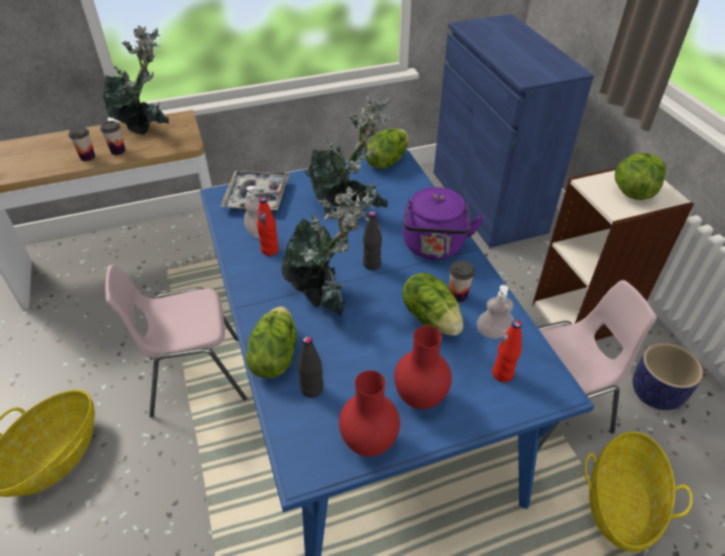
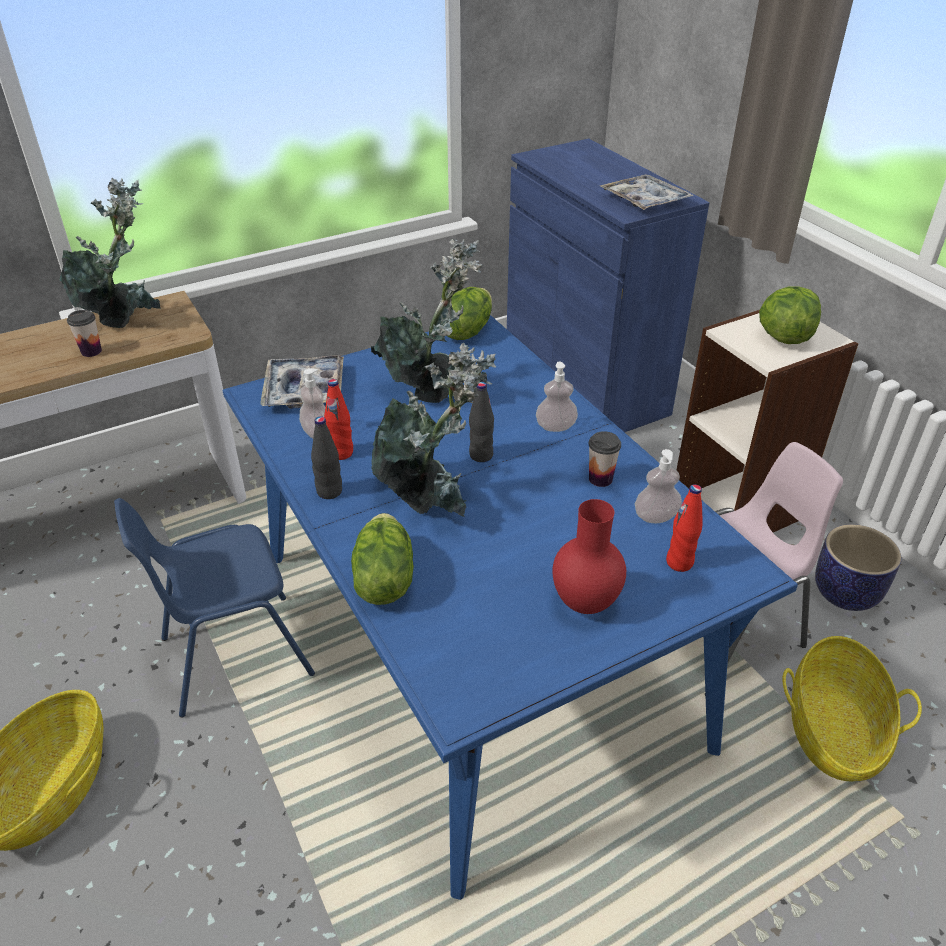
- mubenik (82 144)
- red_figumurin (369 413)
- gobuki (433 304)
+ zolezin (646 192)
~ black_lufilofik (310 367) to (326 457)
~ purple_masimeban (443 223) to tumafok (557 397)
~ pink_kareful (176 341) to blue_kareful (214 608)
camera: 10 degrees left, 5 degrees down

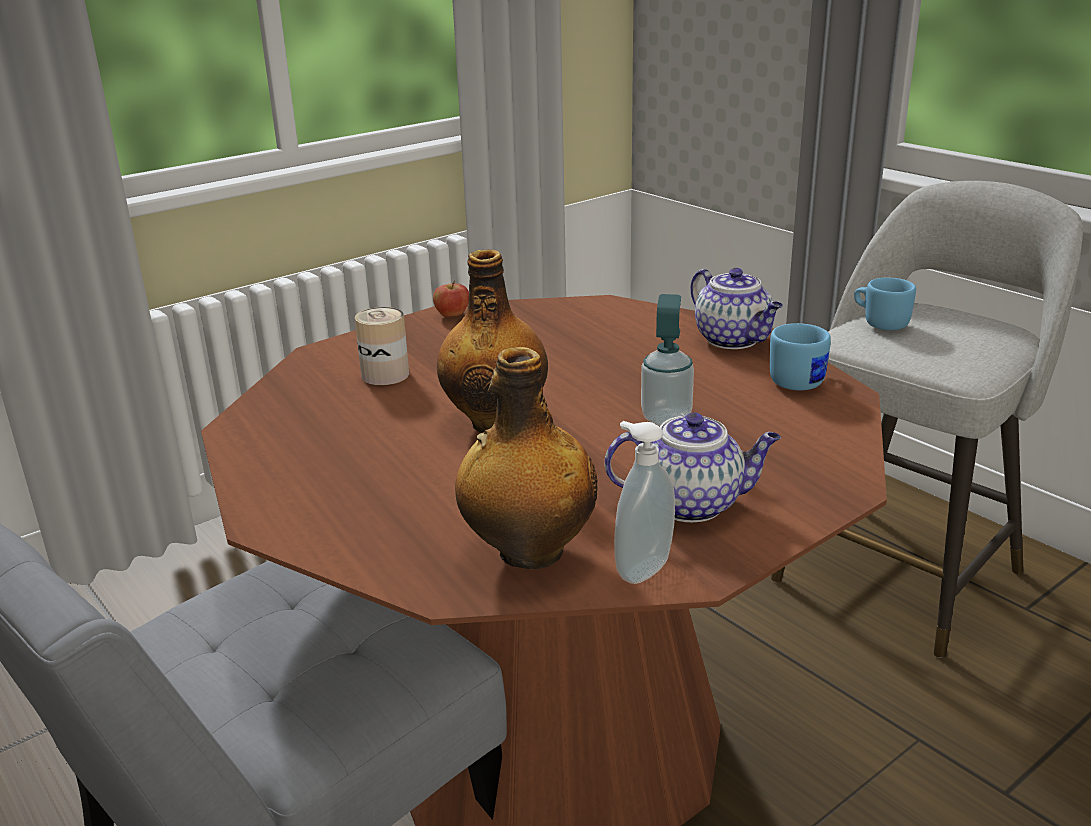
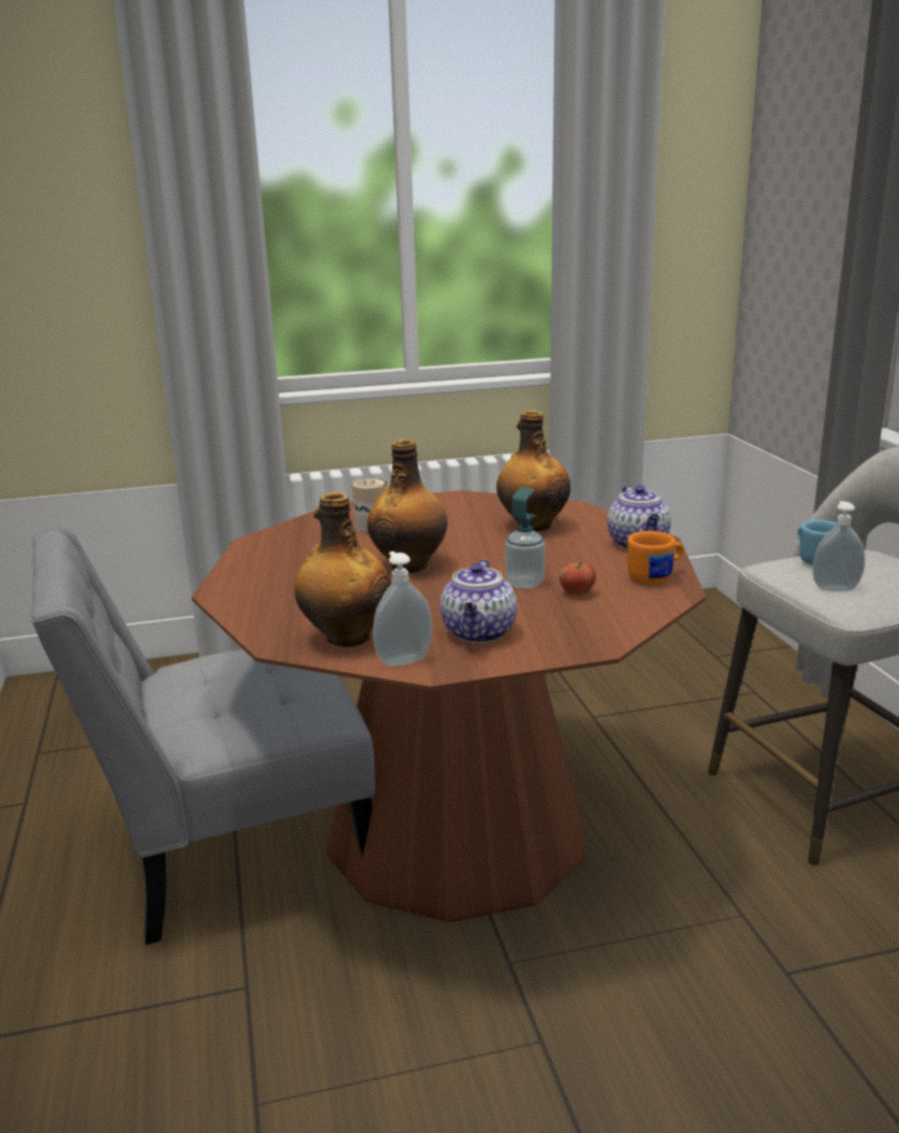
+ lufilofik (534 471)
+ tumafok (838 546)
~ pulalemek (451 298) to (577 577)
~ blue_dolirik (800 356) to orange_dolirik (655 557)
~ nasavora (692 467) = (478 601) 75 degrees clockwise
camera: 25 degrees right, 5 degrees down

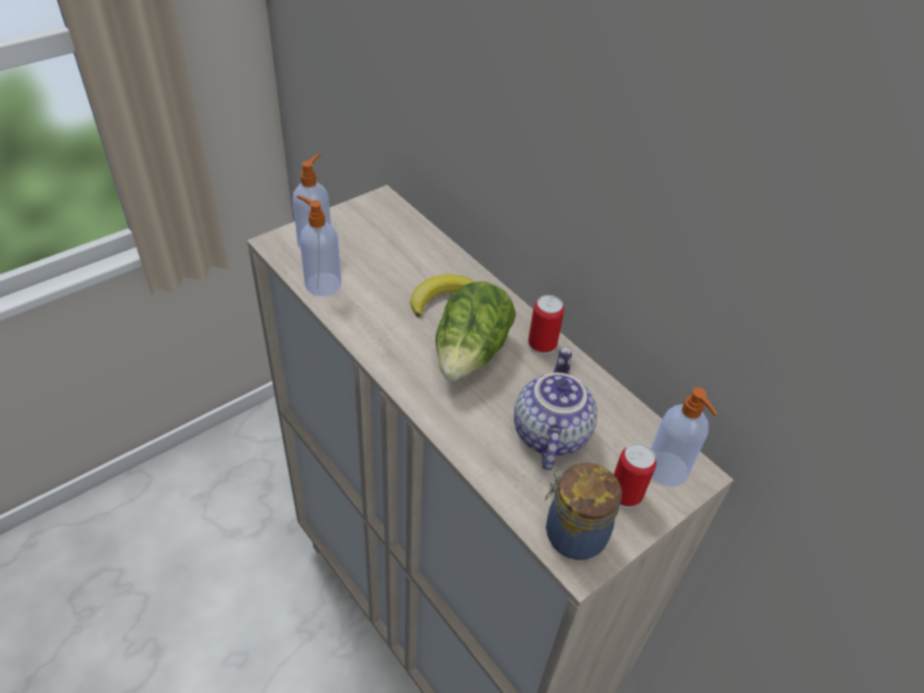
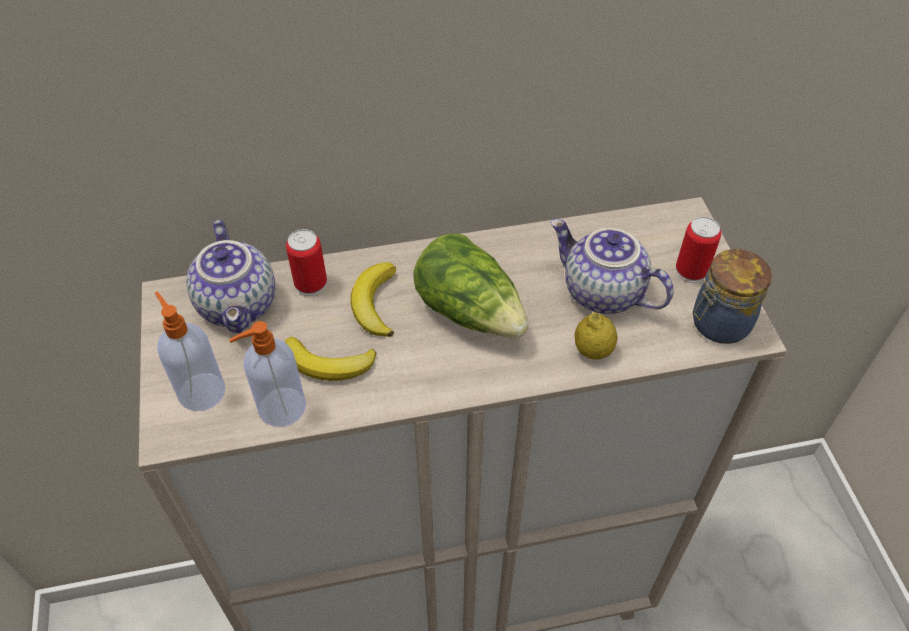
- tumafok (684 437)
+ nasavora (230 276)
+ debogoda (331 358)
+ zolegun (596 335)
~ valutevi (546 325) to (306 262)
camera: 60 degrees left, 5 degrees up

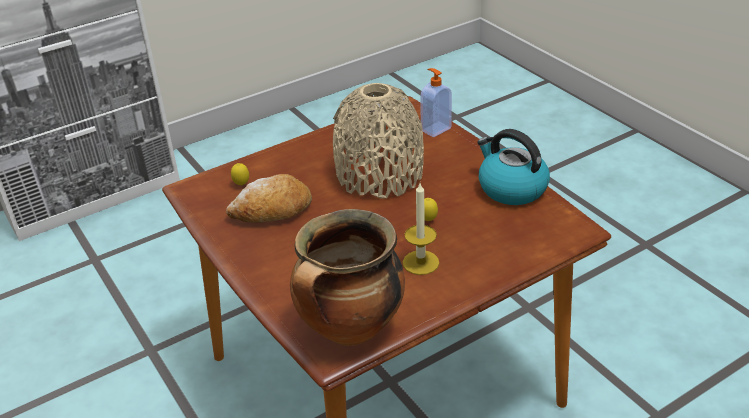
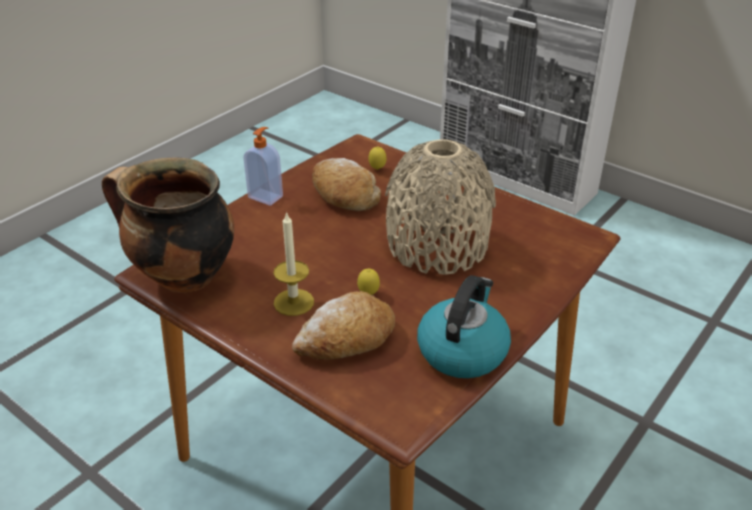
+ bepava (343 325)
~ tumafok (436 102) to (263 166)
camera: 70 degrees right, 0 degrees up

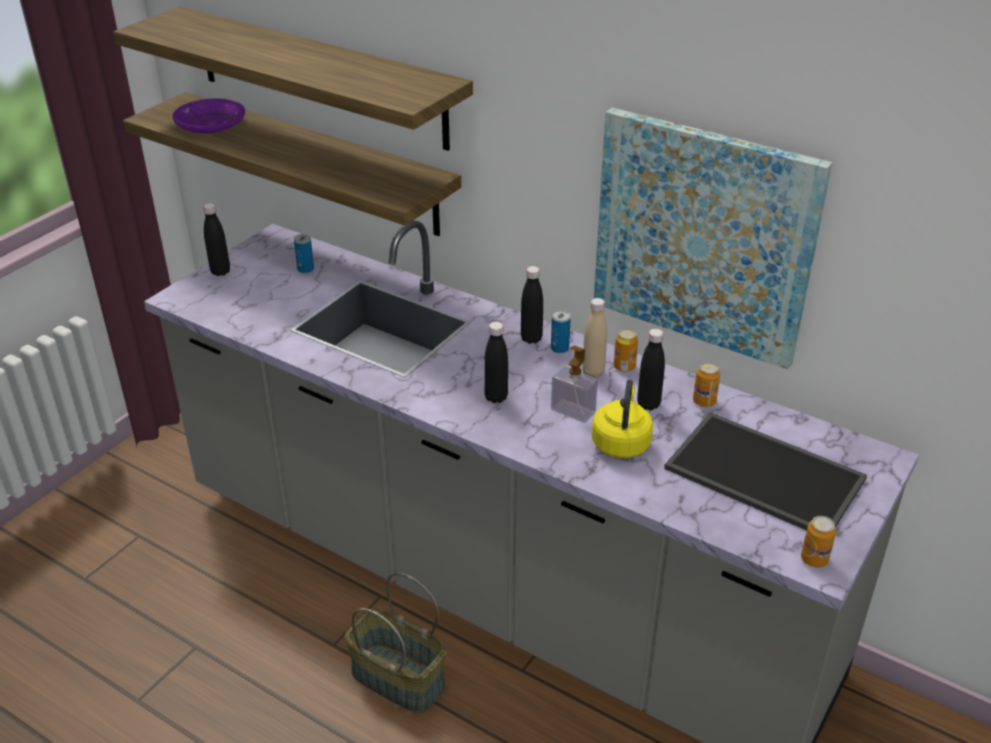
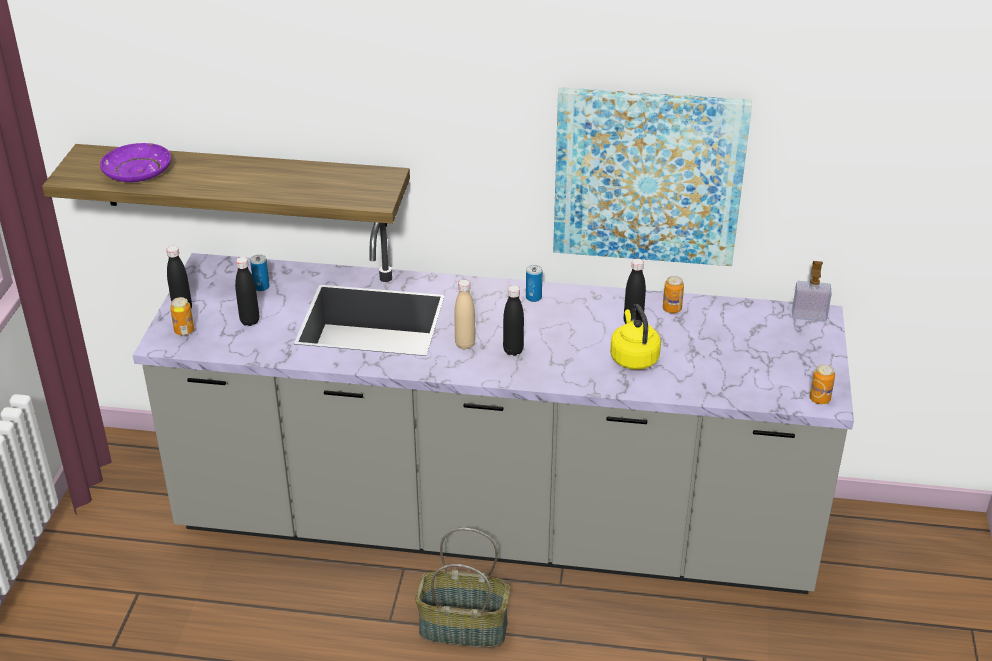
- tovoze (293 78)
- zolezin (765 471)
~ black_lufilofik (532 305) to (247 291)
~ tumafok (574 384) to (812 291)
~ beige_lufilofik (594 338) to (464 315)
~ valutevi (626 350) to (182 316)
camera: 25 degrees left, 0 degrees up

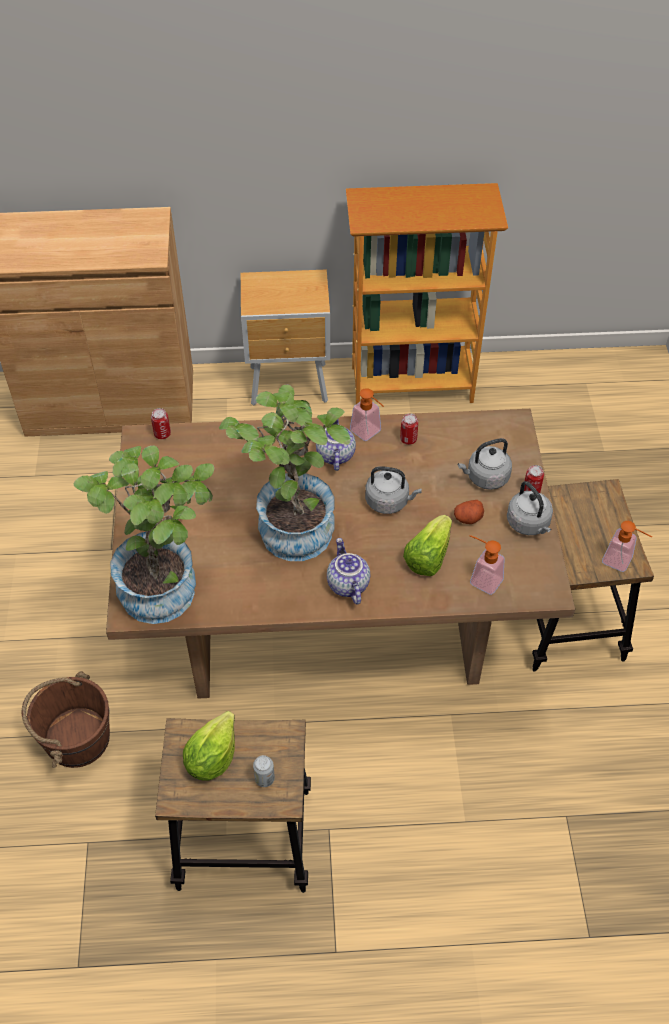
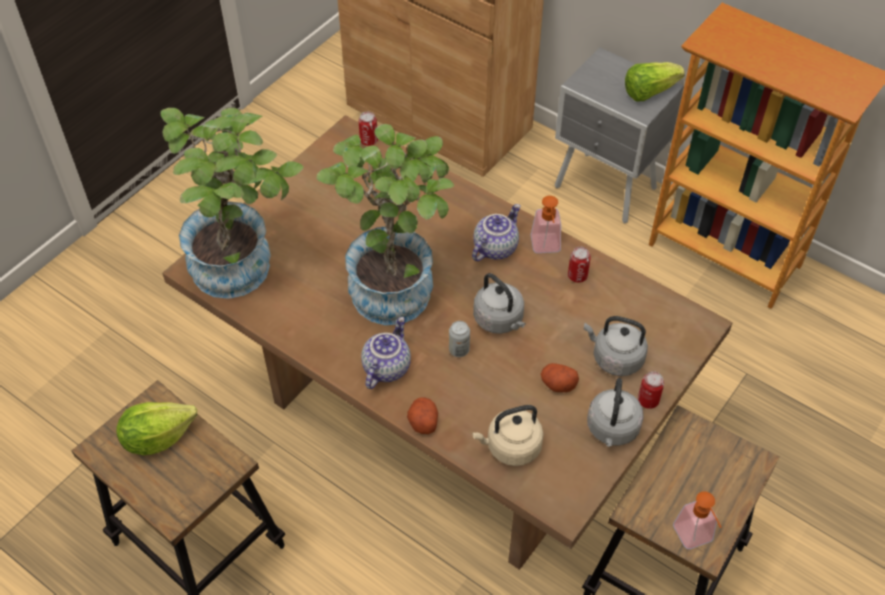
- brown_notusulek (66 719)
+ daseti (422 416)
~ valutevi (264 771) to (459 339)
~ gobuki (427 545) to (655 82)
~ tumafok (487 565) to beige_masimeban (508 435)
~ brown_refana (285 337) to grey_refana (619 136)
camera: 40 degrees right, 0 degrees up

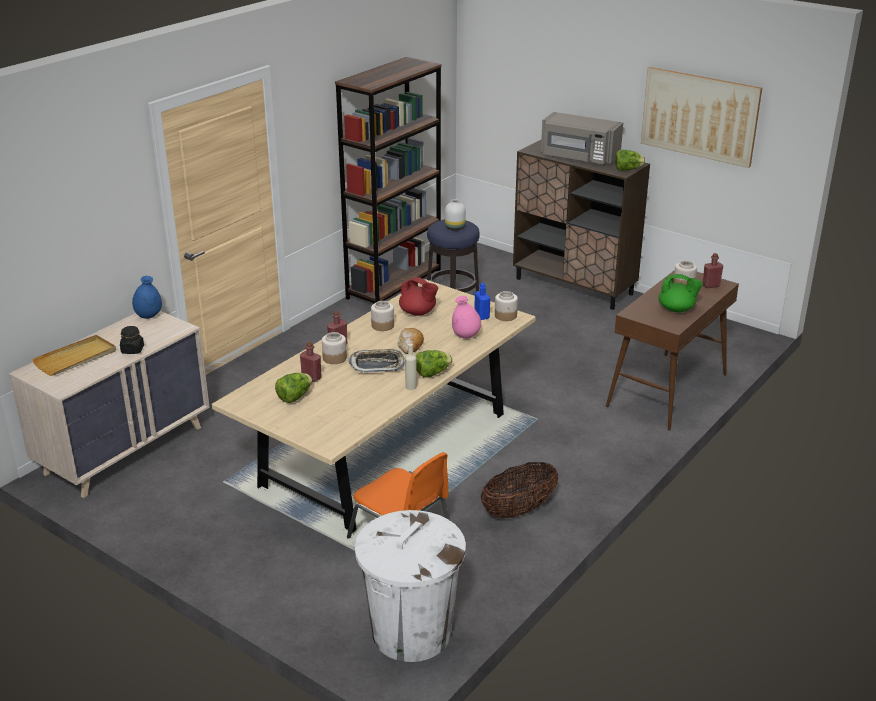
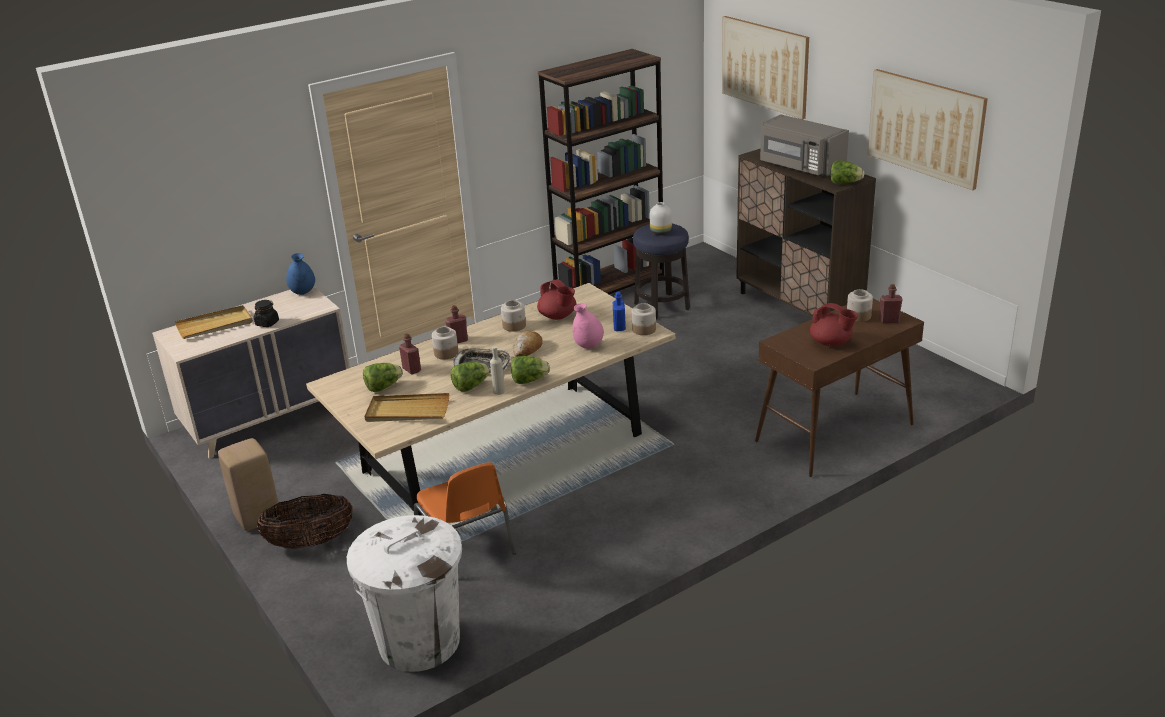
+ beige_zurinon (248 484)
+ beige_zolezin (406 407)
+ gobuki (470 377)
+ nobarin (765 68)
~ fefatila (519 490) to (305 521)
~ green_nasavora (681 293) to red_nasavora (834 325)
camera: 20 degrees right, 0 degrees up

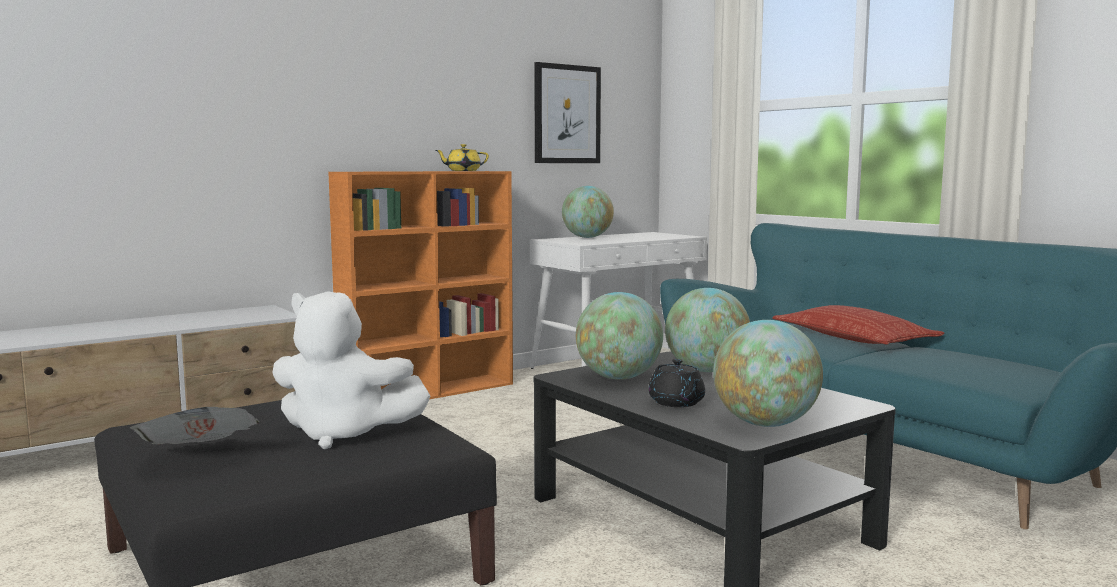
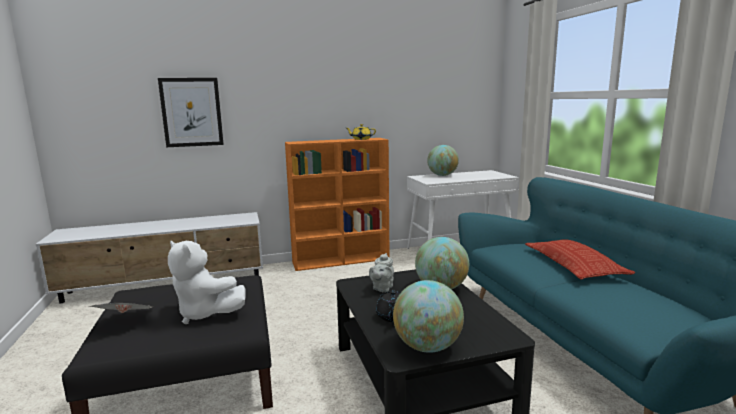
~ nobarin (567 112) to (191 112)
~ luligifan (619 336) to grey_nasavora (381 272)
camera: 20 degrees right, 5 degrees up

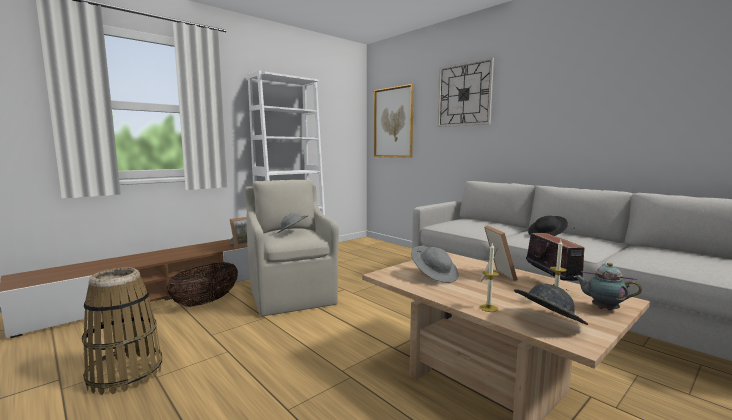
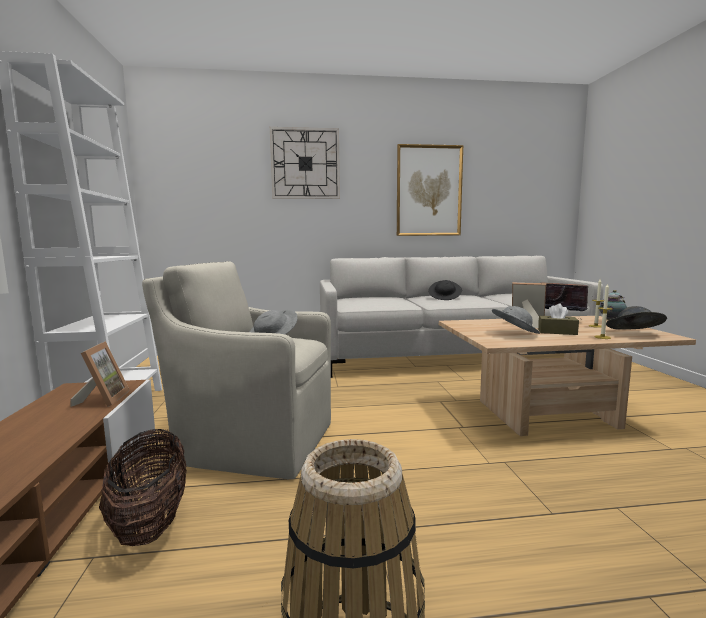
+ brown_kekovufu (558 319)
~ nobarin (394 121) to (430 190)
camera: 55 degrees left, 0 degrees up

